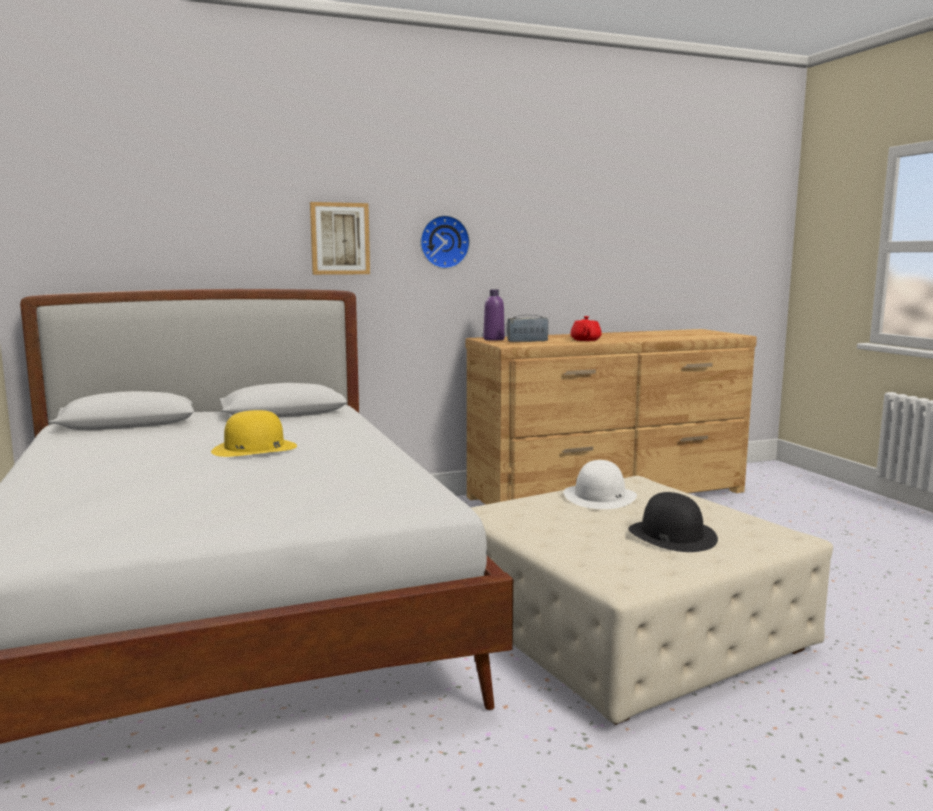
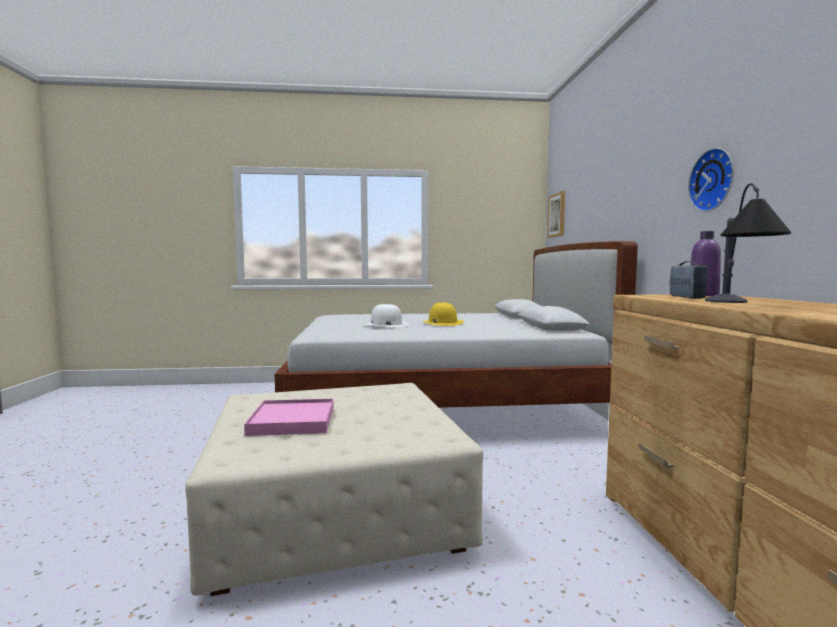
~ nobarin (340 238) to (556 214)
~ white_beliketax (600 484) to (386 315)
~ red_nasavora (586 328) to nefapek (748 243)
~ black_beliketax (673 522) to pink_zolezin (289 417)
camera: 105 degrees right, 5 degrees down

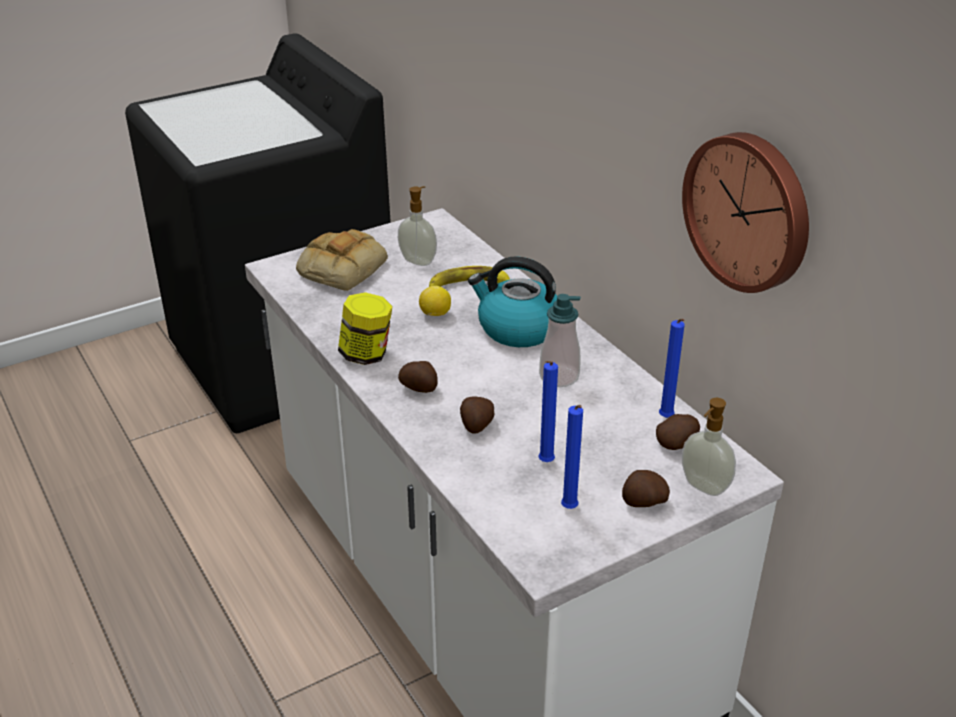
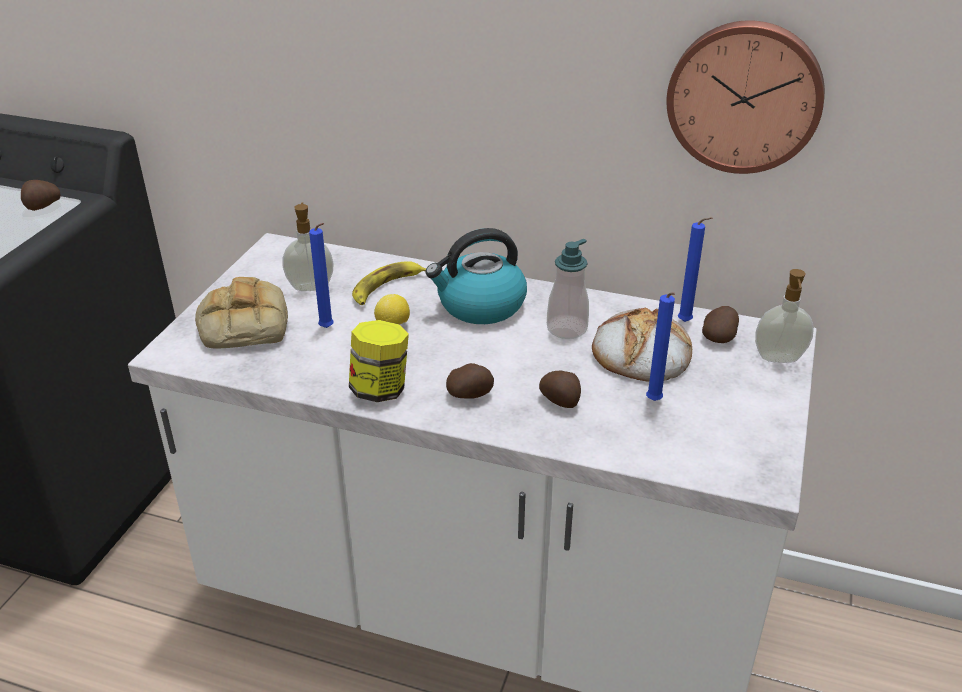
+ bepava (642 344)
~ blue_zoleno (572 457) to (321 275)
~ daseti (646 488) to (41 195)
camera: 40 degrees left, 0 degrees up

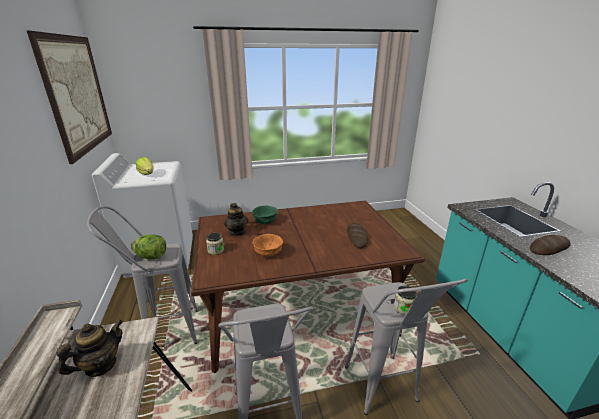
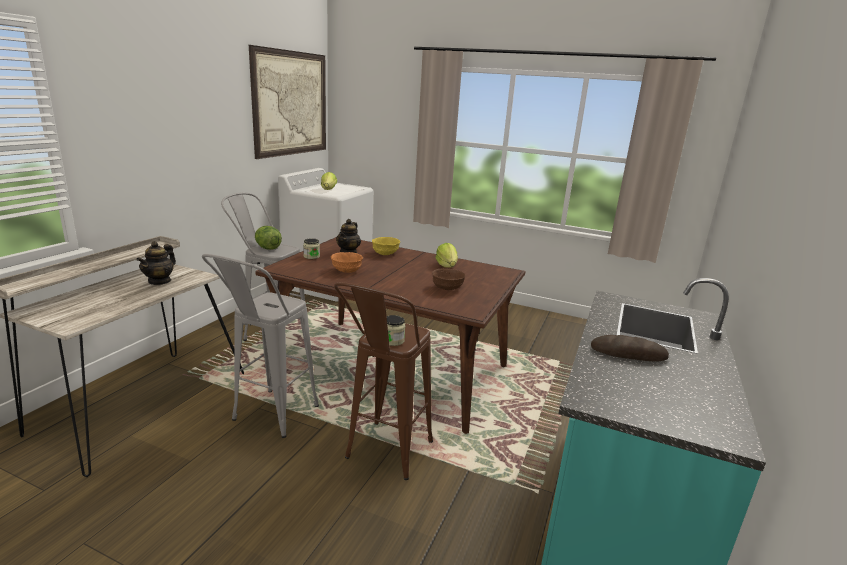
+ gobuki (447 255)
~ bepava (357 235) to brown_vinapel (449 279)
~ green_vinapel (265 215) to yellow_vinapel (386 246)
~ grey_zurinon (406 346) to brown_zurinon (383 381)
~ nasavora (89 348) = (156 263) 120 degrees clockwise
camera: 35 degrees right, 5 degrees down

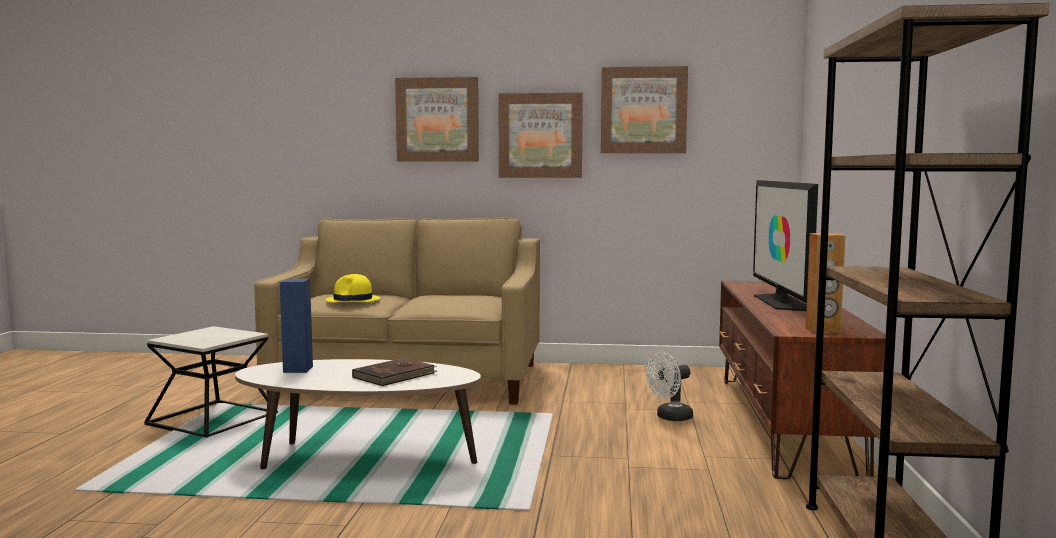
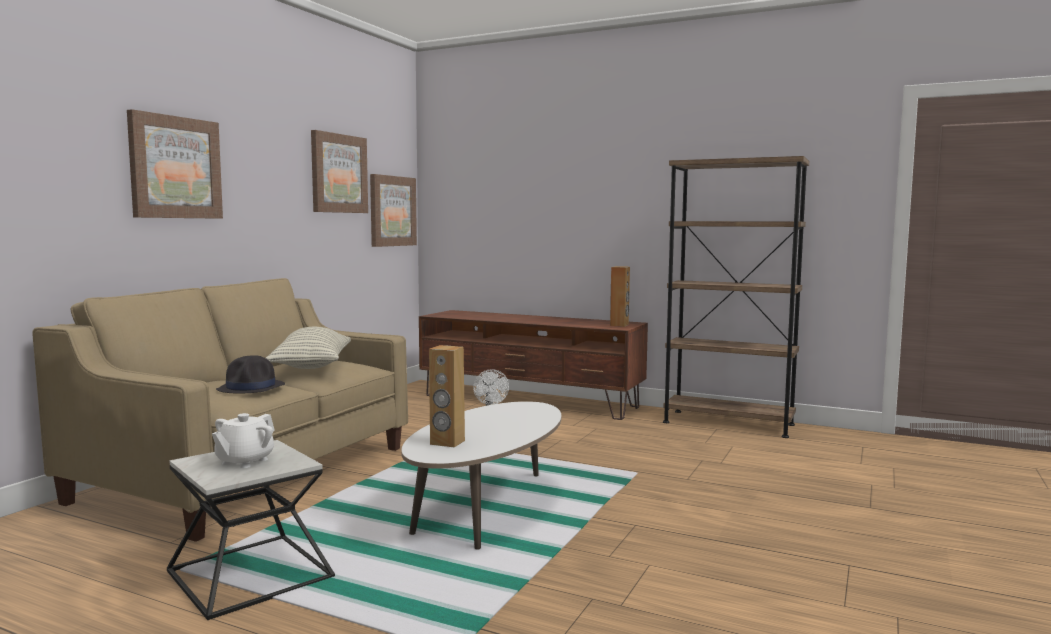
- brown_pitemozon (395 372)
- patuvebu (785 245)
+ white_nasavora (243 440)
+ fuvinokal (308 348)
~ nobarin (540 135) to (393 210)
~ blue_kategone (296 326) to brown_kategone (447 396)
~ yellow_beliketax (353 288) to black_beliketax (250 374)
camera: 70 degrees left, 0 degrees up

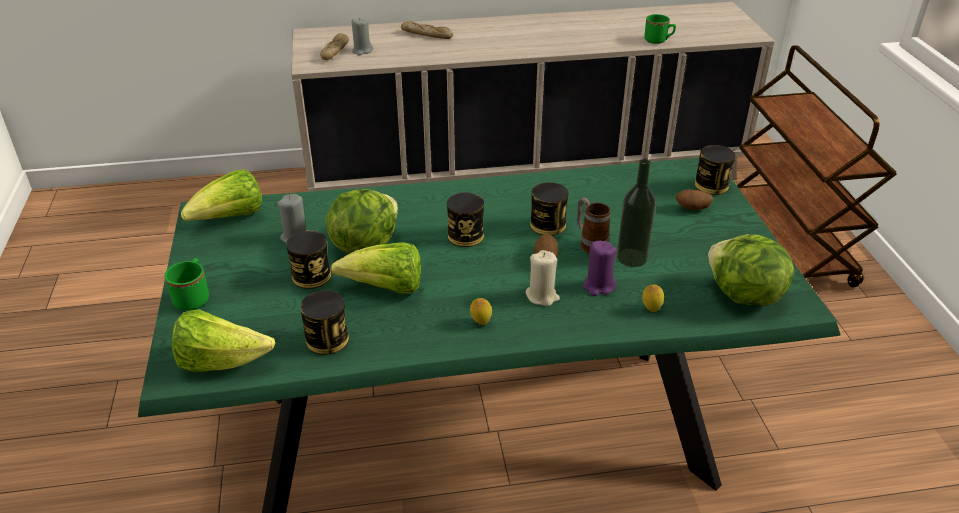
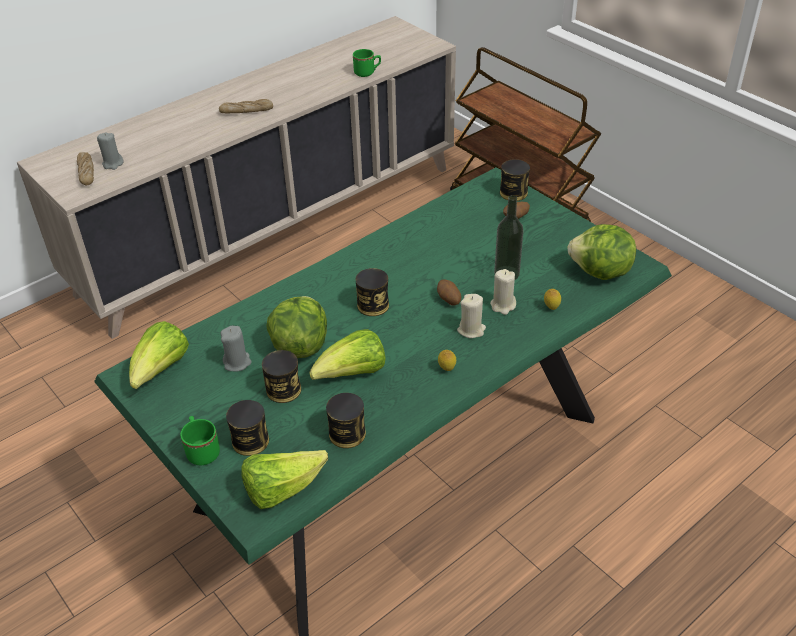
- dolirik (594 226)
~ bepava (427 30) to (246 106)
~ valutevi (549 209) to (247 428)
~ purple_zoleno (600 268) to beige_zoleno (503 292)
camera: 30 degrees left, 5 degrees up

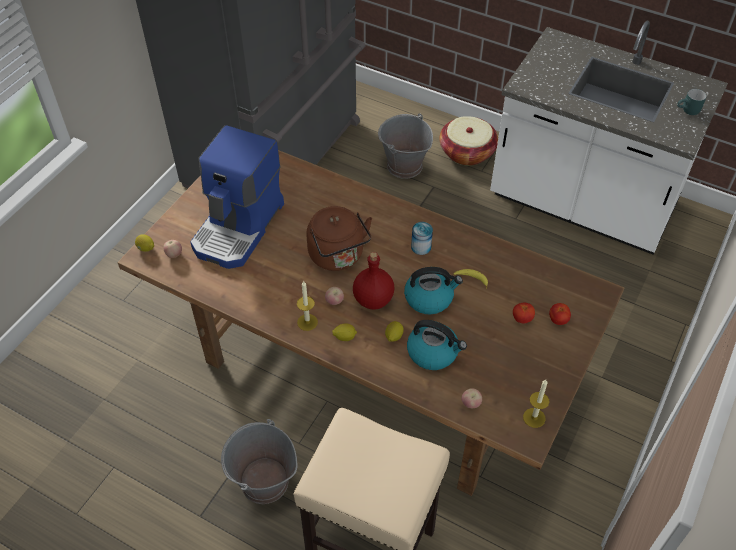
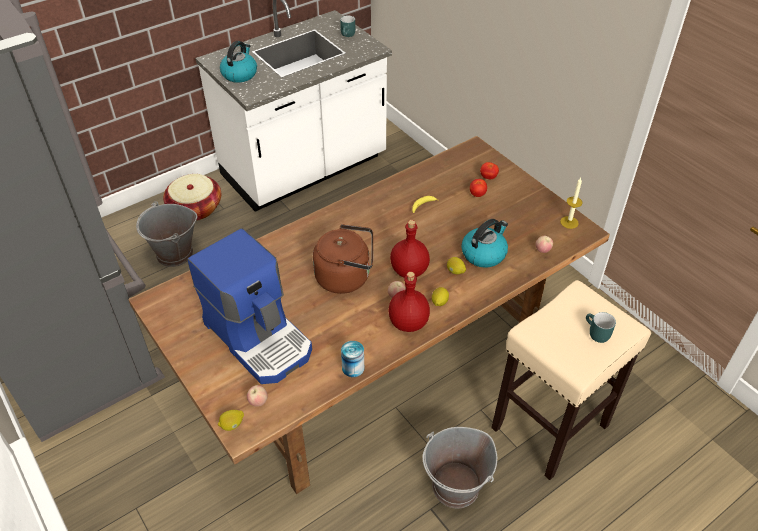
+ turquoise_dolirik (601 327)
~ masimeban (433 290) to (238 62)
~ valutevi (422 238) to (352 359)
~ zoleno (307 306) to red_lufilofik (409 302)
camera: 65 degrees left, 5 degrees down

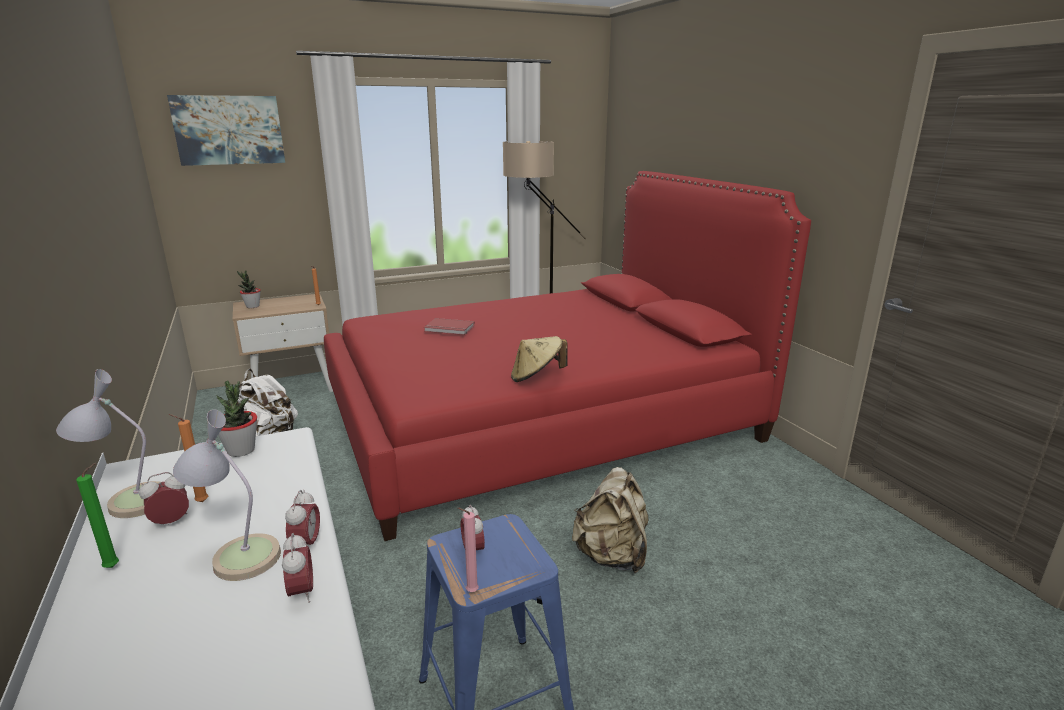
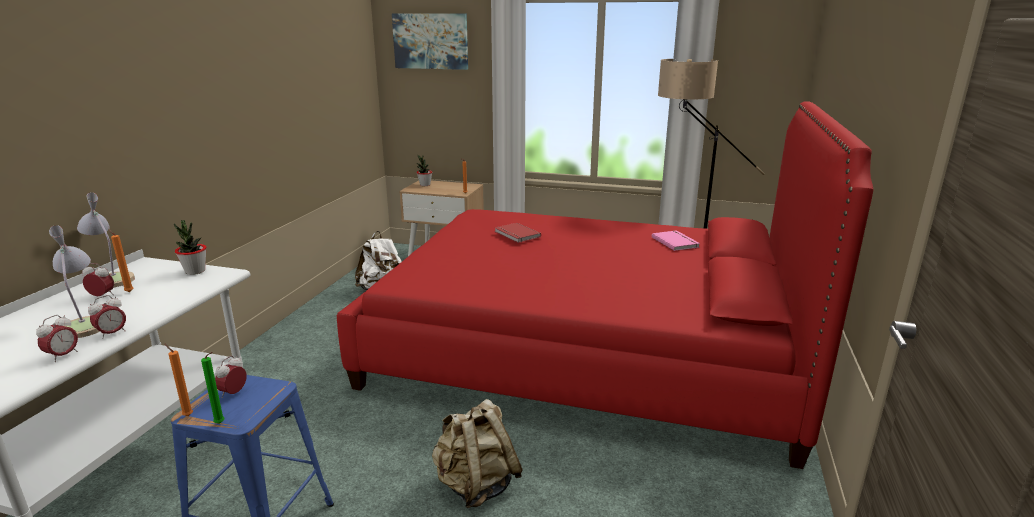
- beige_beliketax (539 359)
+ pink_pitemozon (676 240)
~ green_zoleno (97 515) to (213 388)
~ pink_zoleno (468 550) to orange_zoleno (179 380)
camera: 40 degrees right, 0 degrees up

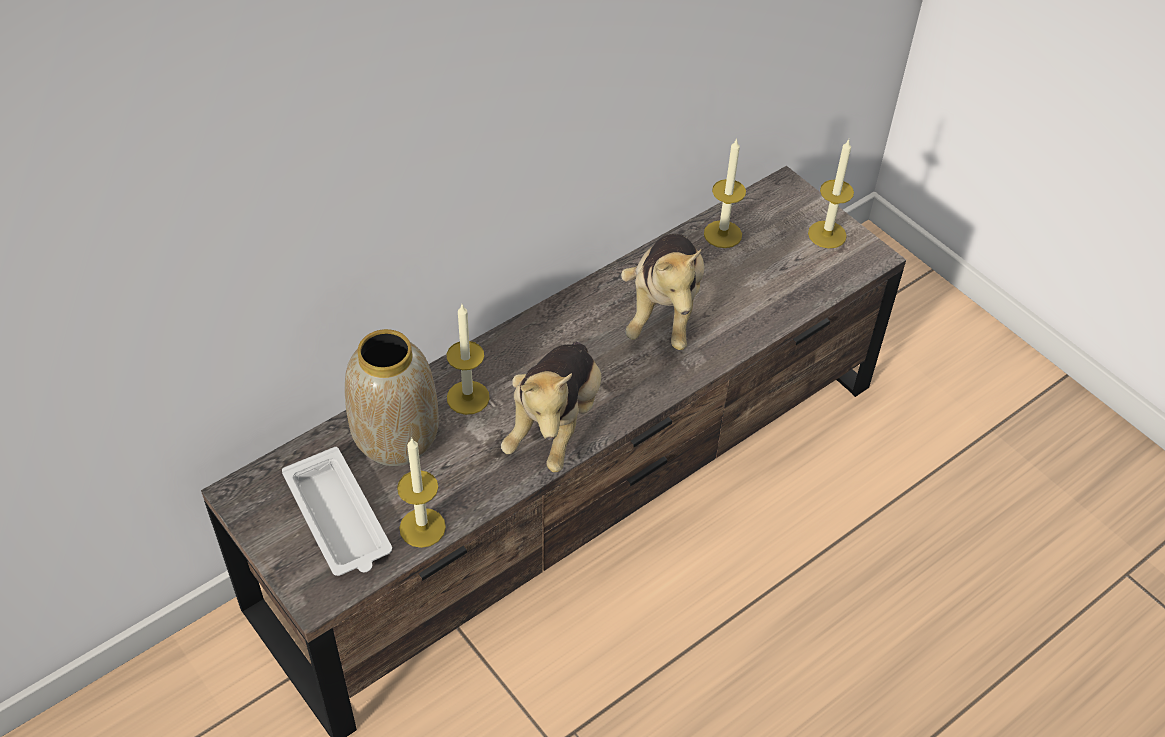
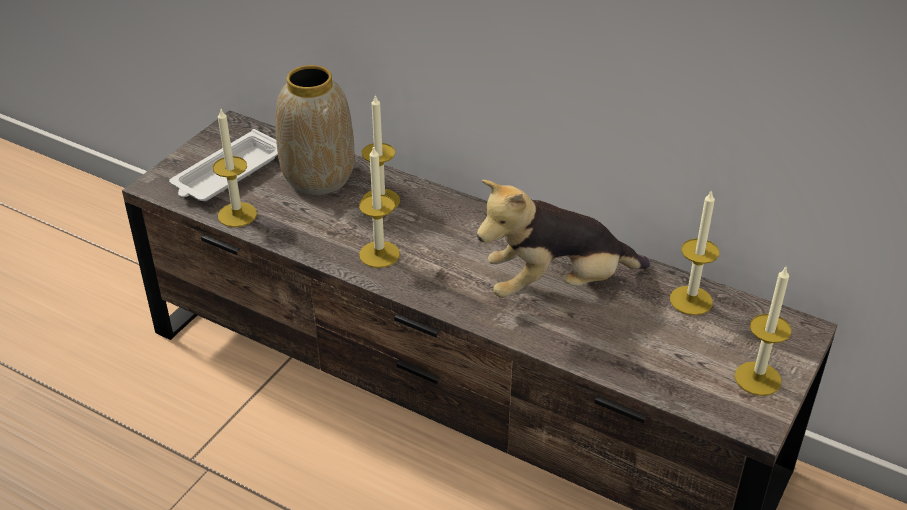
~ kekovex (551 407) to zoleno (379 206)
camera: 70 degrees right, 10 degrees down

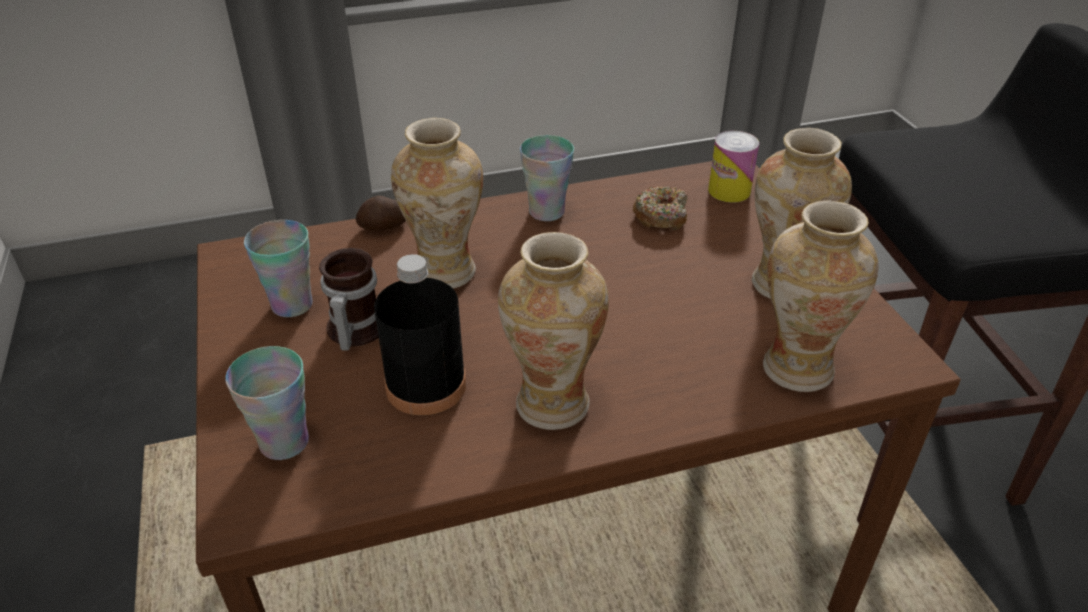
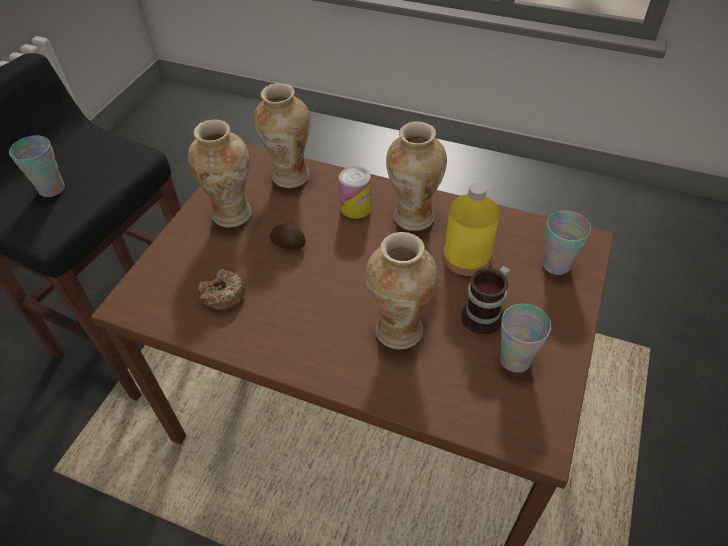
~ daseti (381 213) to (288 236)
~ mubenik (547 178) to (37 166)
~ valutevi (733 167) to (355 192)
~ black_lufilofik (420 335) to yellow_lufilofik (471 229)
camera: 140 degrees left, 10 degrees up

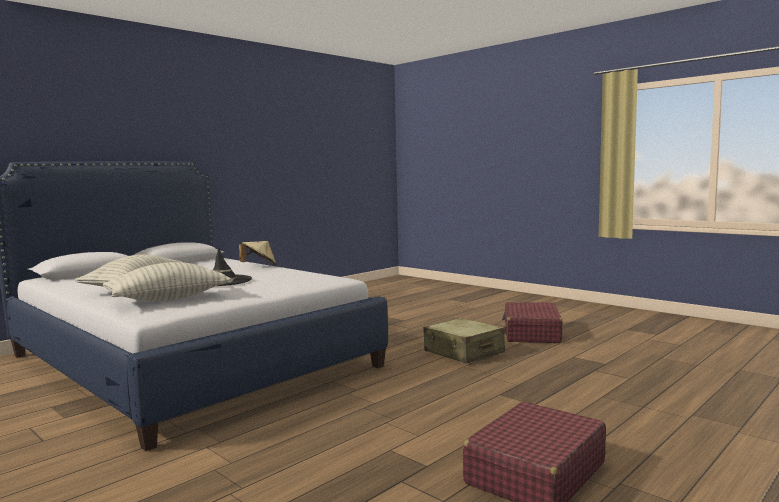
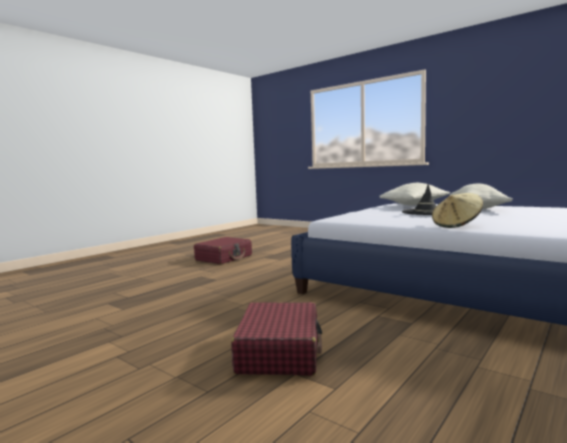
- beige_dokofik (464 340)
~ red_dokofik (532 322) to (276 339)
camera: 175 degrees right, 0 degrees up

